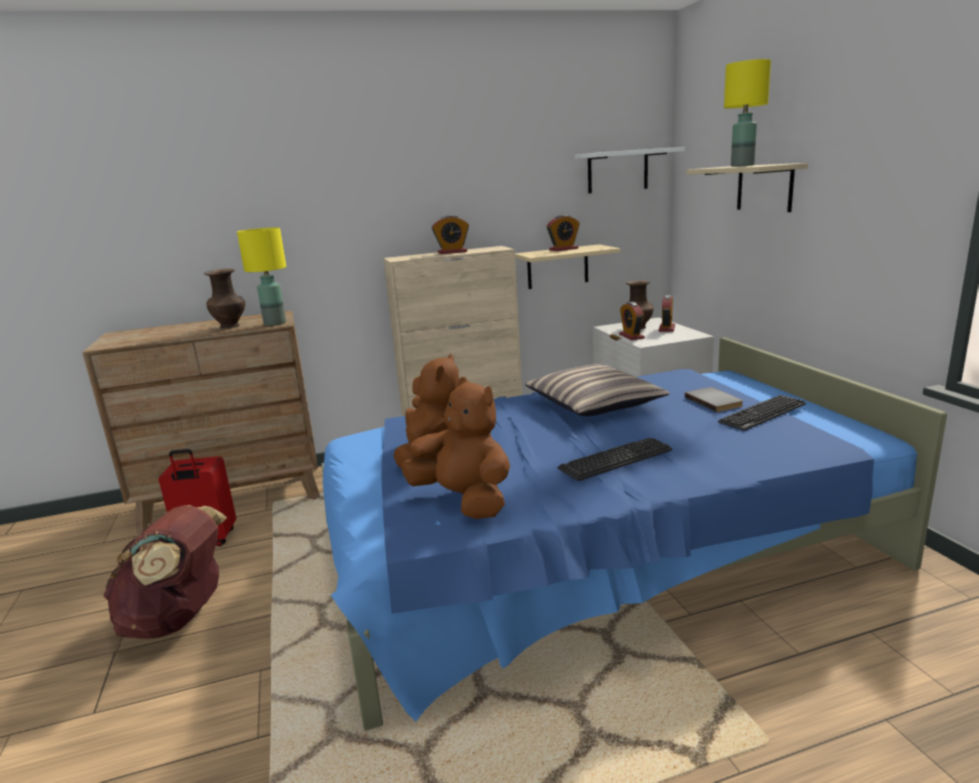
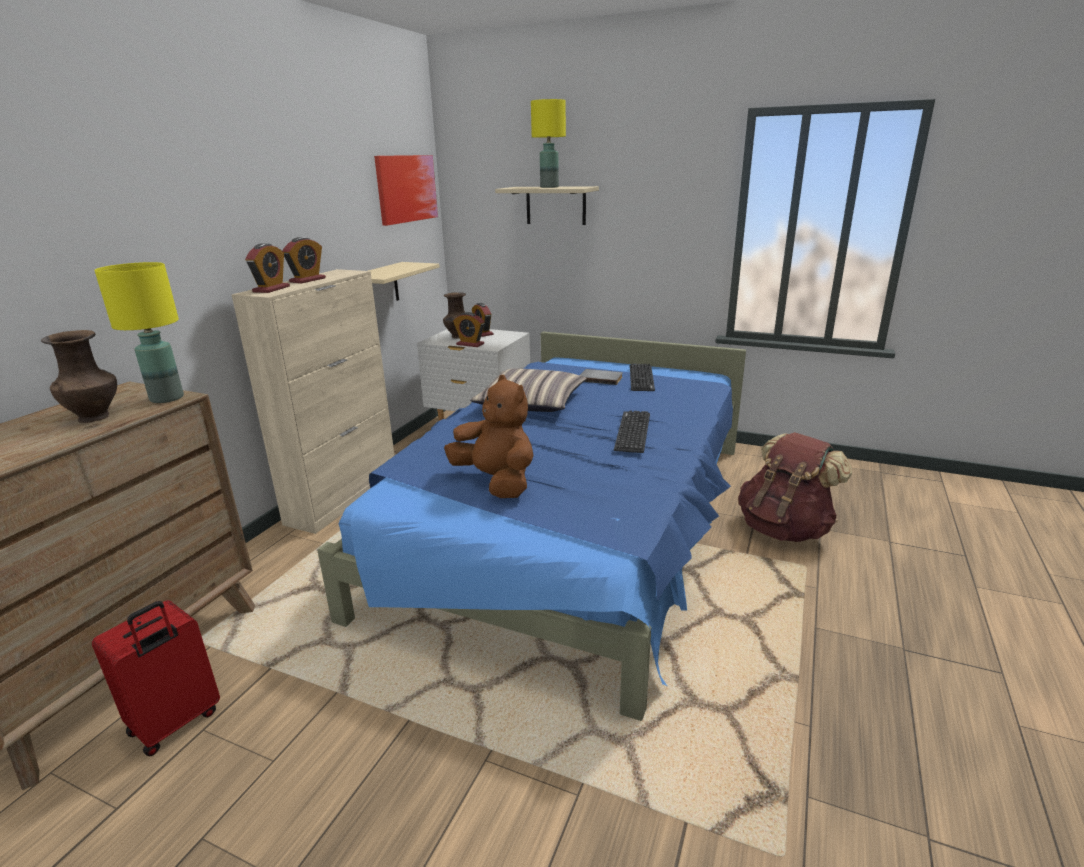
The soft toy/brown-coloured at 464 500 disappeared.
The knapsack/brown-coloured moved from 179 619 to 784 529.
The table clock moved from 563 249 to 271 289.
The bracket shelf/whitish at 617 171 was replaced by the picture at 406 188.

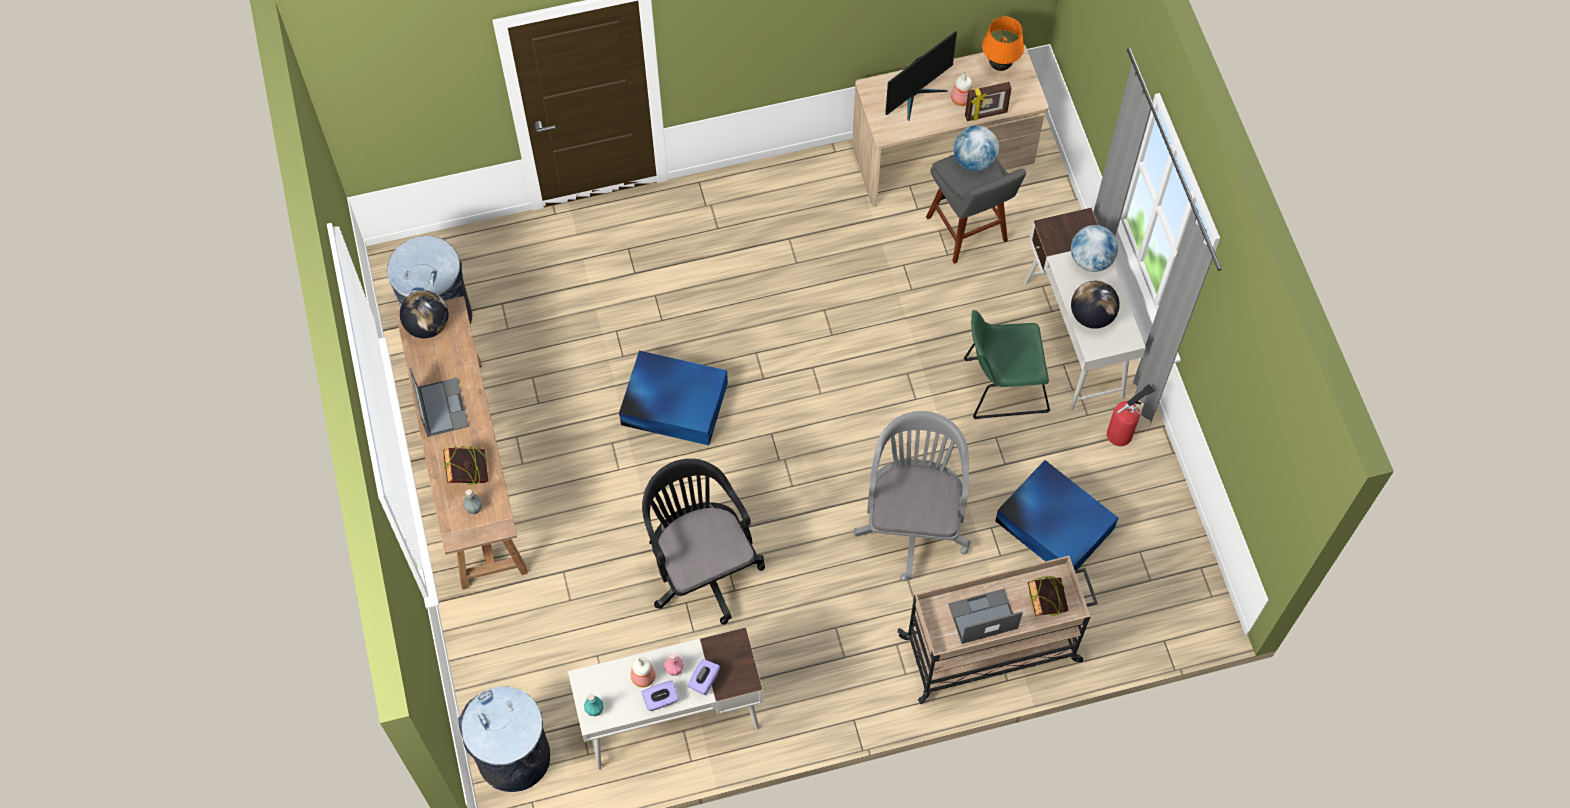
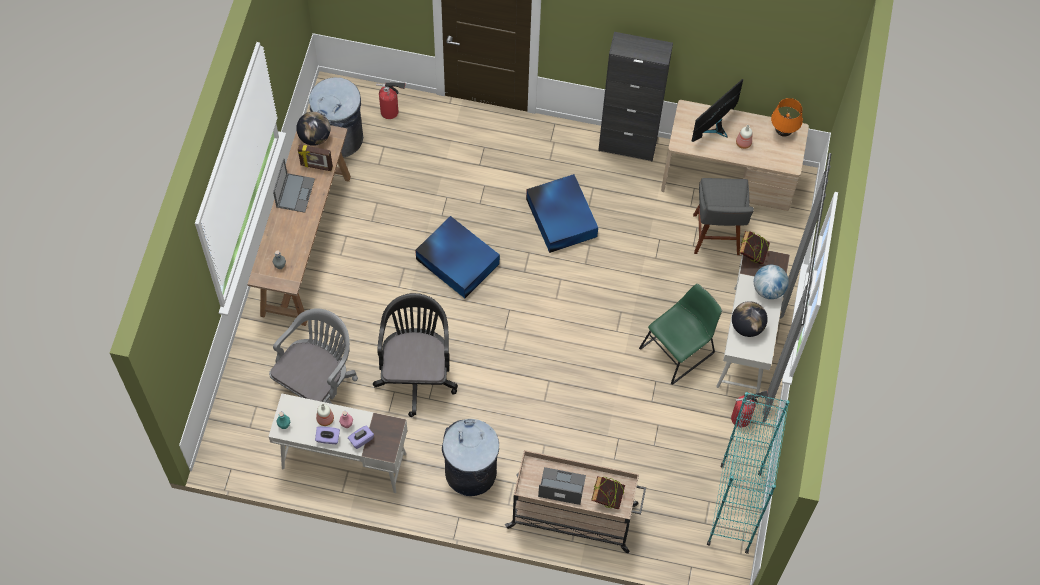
The desk globe at 974 160 disappeared.
The fire extinguisher at 391 112 appeared.
The cabinet/black at 627 145 appeared.
The bookshelf/turquoise at 734 507 appeared.
The book moved from 469 475 to 752 254.
The waste bin/gray moved from 514 757 to 470 472.
The office chair/gray moved from 913 520 to 317 386.
The photo frame moved from 986 115 to 316 166.
The storage box/blue moved from 1053 523 to 561 217.
The computer screen at 917 95 turned 150 degrees clockwise.
The chair/greenish at 1001 386 turned 120 degrees clockwise.

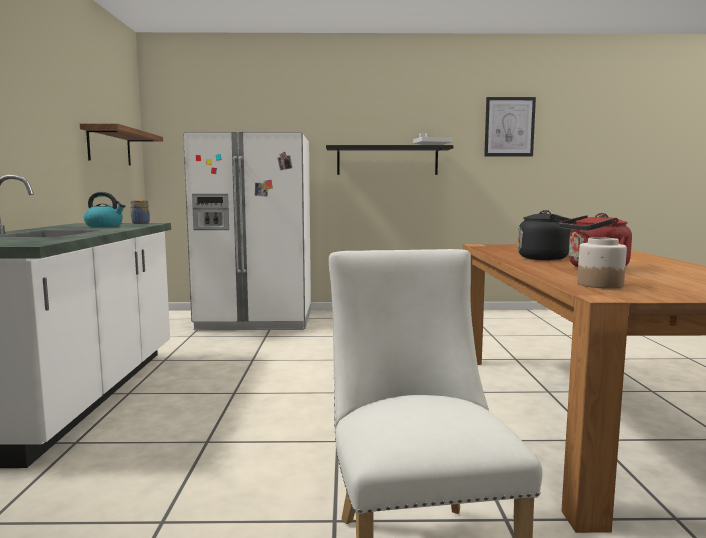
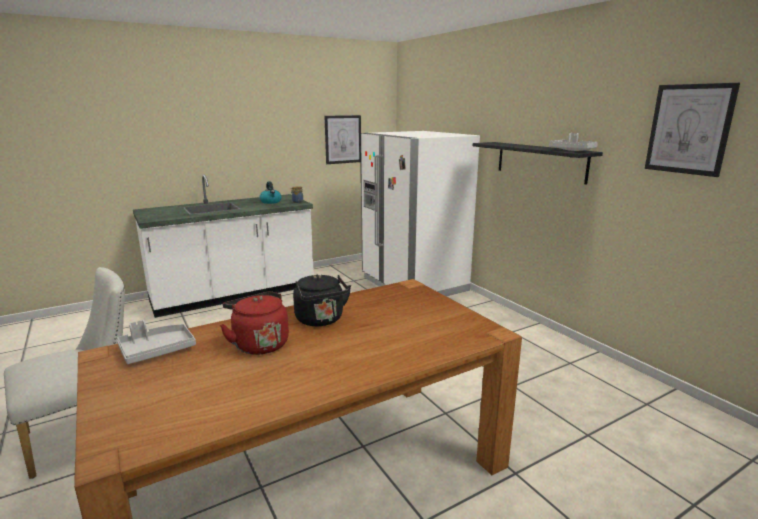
The bracket shelf at 109 147 was replaced by the picture at 343 139.
The storage jar at 599 284 was replaced by the serving tray/gray at 157 350.

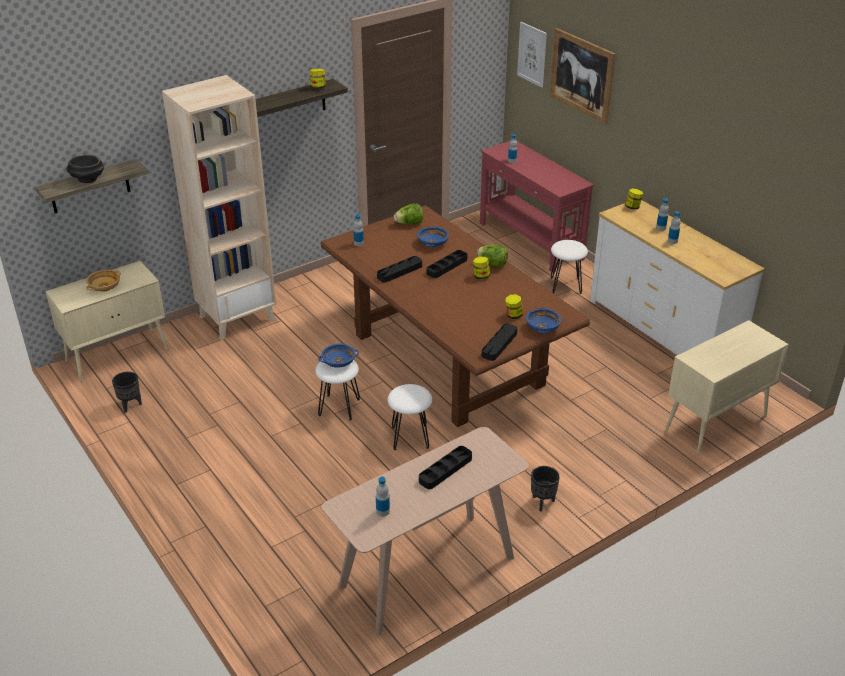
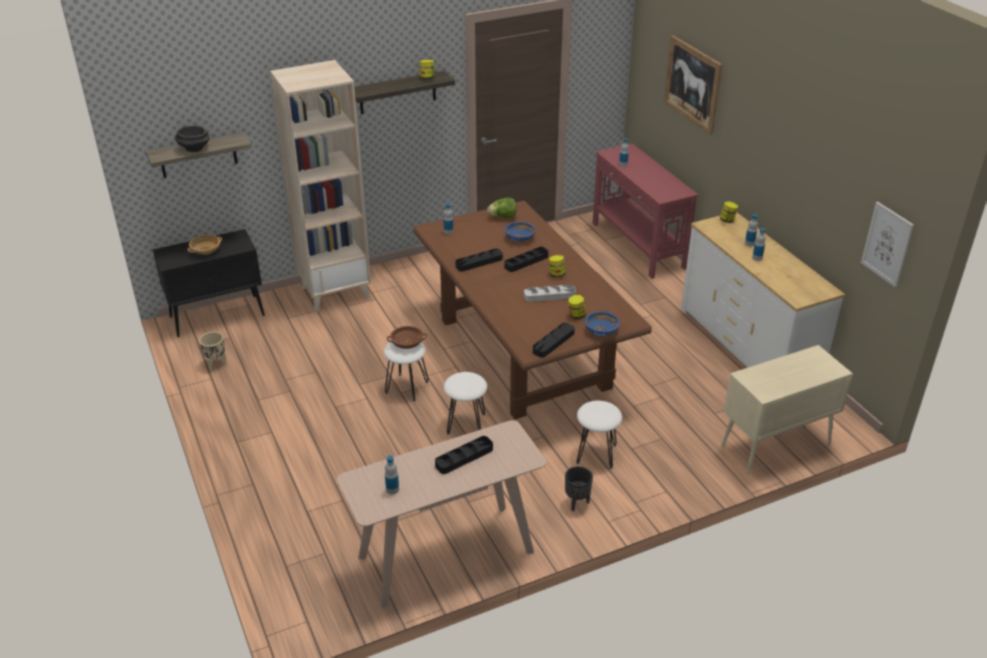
The head of lettuce at 492 264 disappeared.
The serving tray/gray at 549 296 appeared.
The picture moved from 532 54 to 887 244.
The sitting stool/whitish moved from 566 285 to 596 454.
The cabinet/beige-coloured at 118 355 became the cabinet/black at 218 316.
The plant pot/black at 131 405 became the plant pot/beige-coloured at 216 364.
The deep dish/blue at 338 362 became the deep dish/brown-coloured at 407 344.

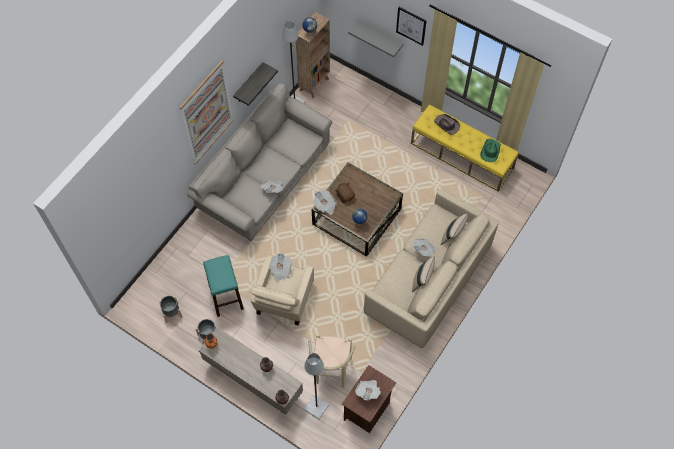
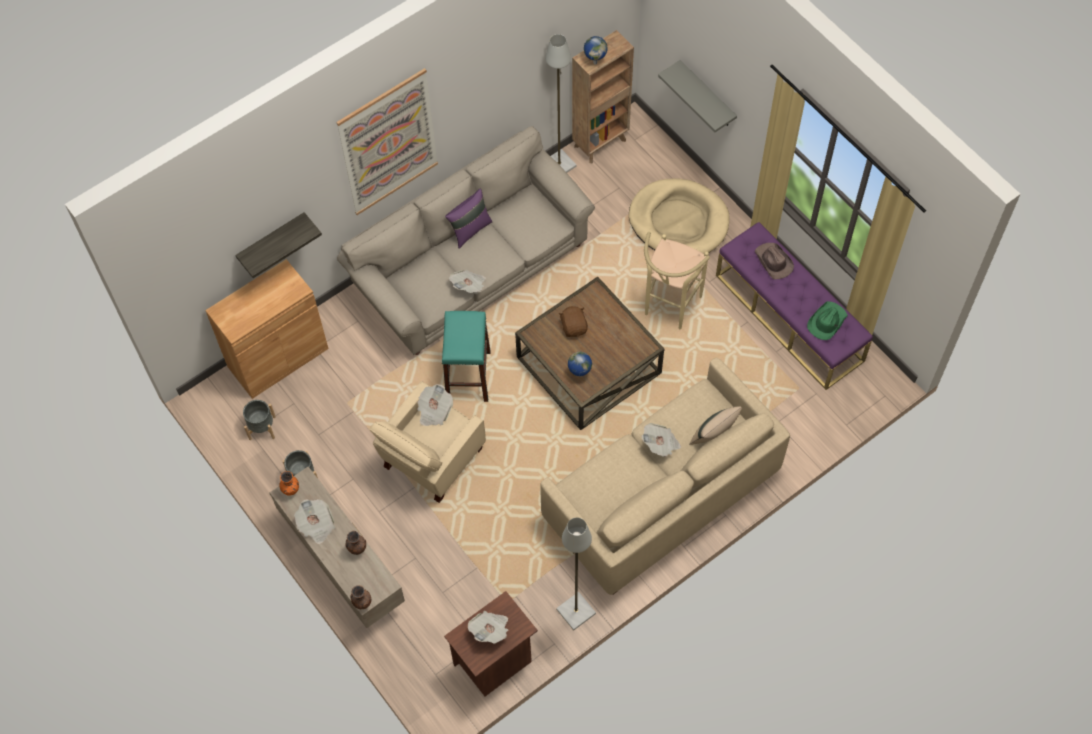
The picture at 411 25 disappeared.
The throw pillow/beige-coloured at 422 280 disappeared.
The cabinet/brown-coloured at 278 357 appeared.
The throw pillow/purplish at 470 230 appeared.
The dog bed/beige-coloured at 678 221 appeared.
The sitting stool/turquoise moved from 226 296 to 468 375.
The bracket shelf moved from 248 83 to 272 241.
The standard lamp/gray moved from 317 407 to 576 612.
The sitting stool/beige-coloured moved from 331 375 to 669 309.
The daily paper moved from 325 205 to 316 525.
The bench/yellow at 462 156 became the bench/purplish at 789 318.

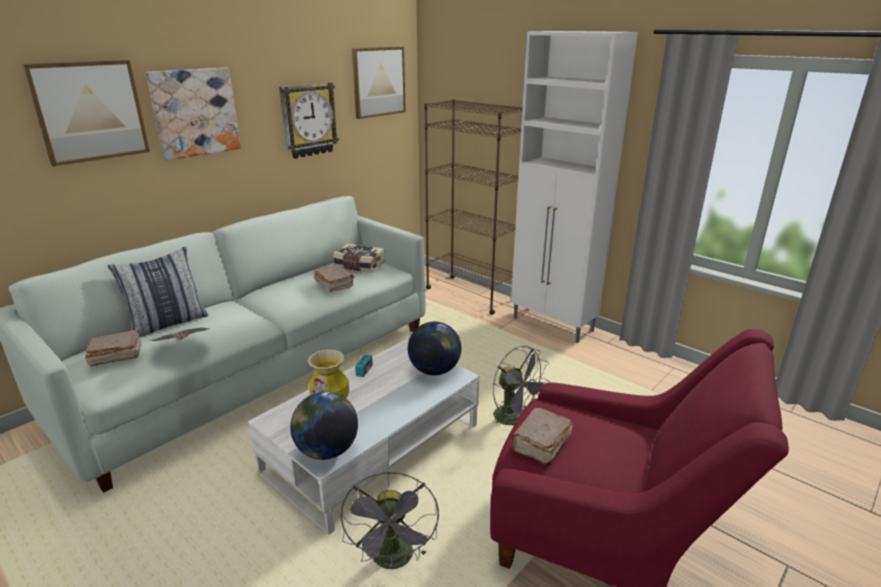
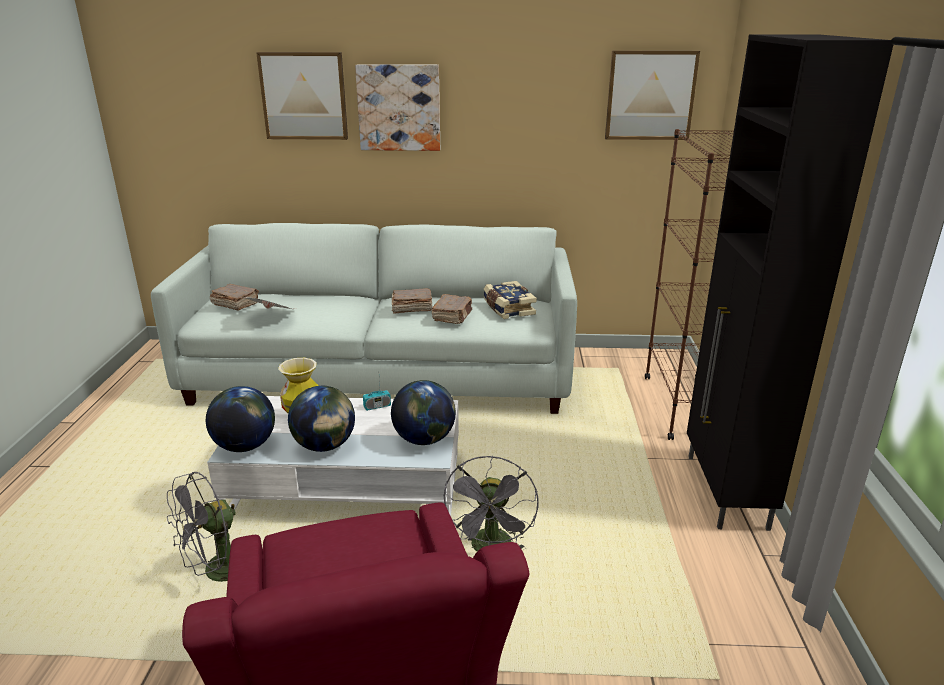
The throw pillow at 168 323 disappeared.
The clock on the wall at 308 120 disappeared.
The desk globe at 325 446 appeared.
The book/brown-coloured moved from 540 444 to 411 308.
The cabinet/whitish at 553 325 became the cabinet/black at 725 492.

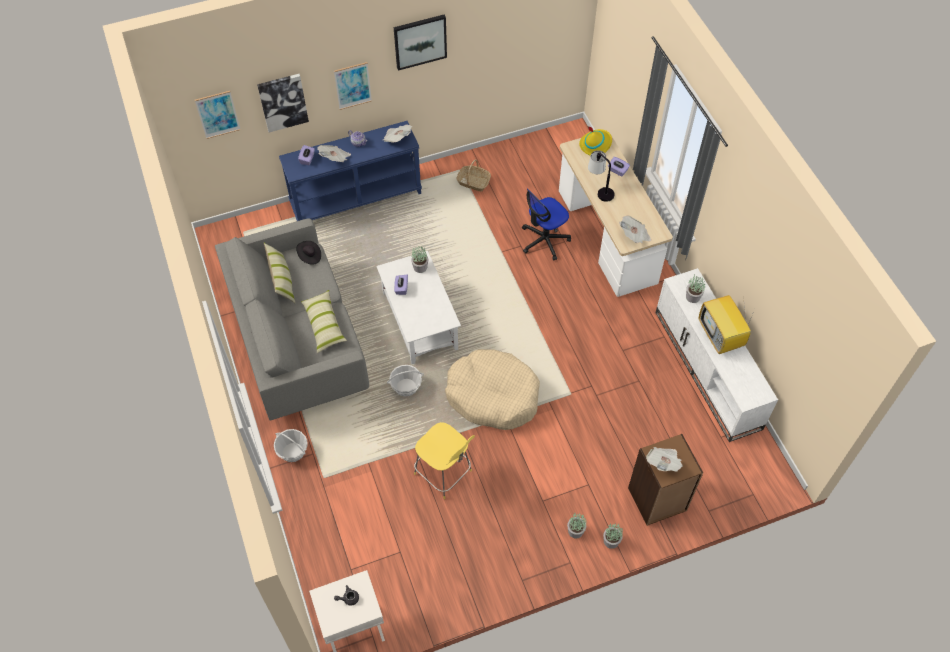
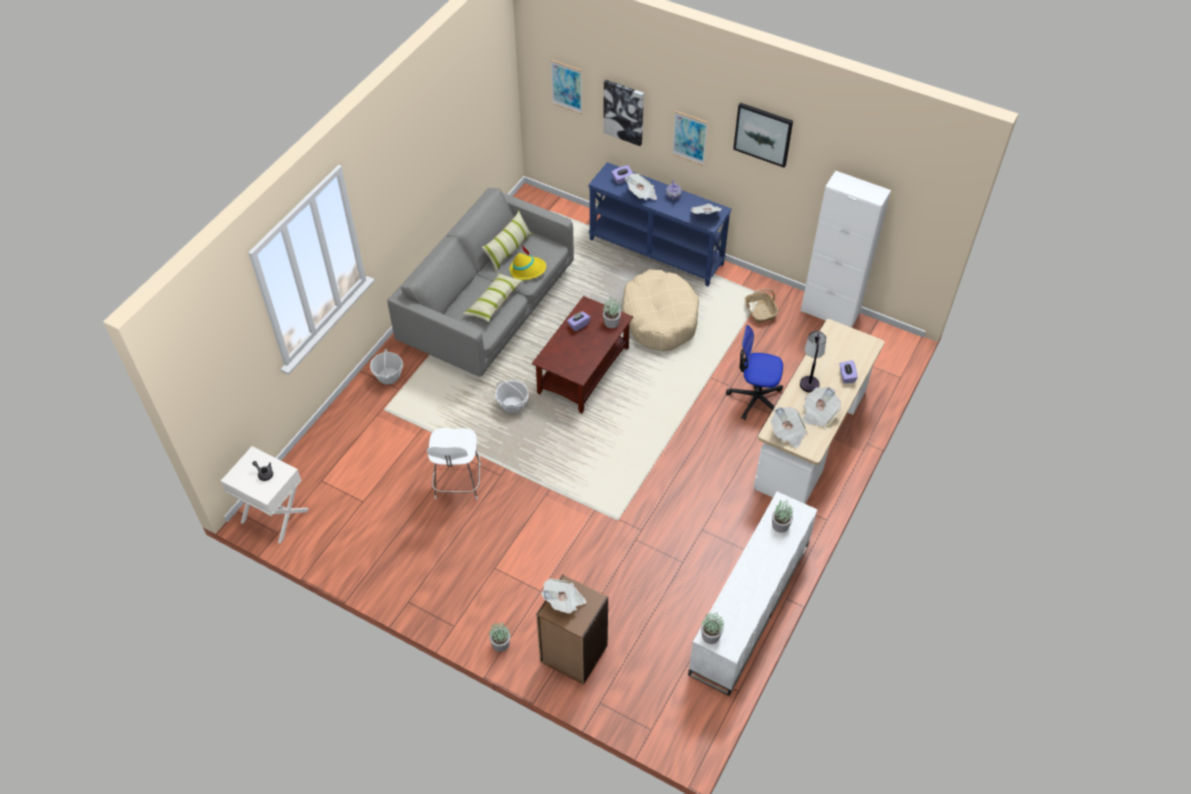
The hat/black at 309 256 disappeared.
The TV at 721 337 disappeared.
The cabinet/whitish at 829 313 appeared.
The daily paper at 818 413 appeared.
The dog bed/beige-coloured moved from 492 395 to 659 318.
The potted plant moved from 575 531 to 710 636.
The hat/yellow moved from 595 144 to 527 270.
The coffee table/whitish at 419 320 became the coffee table/brown-coloured at 583 370.
The sitting stool/yellow at 444 474 became the sitting stool/whitish at 457 483.

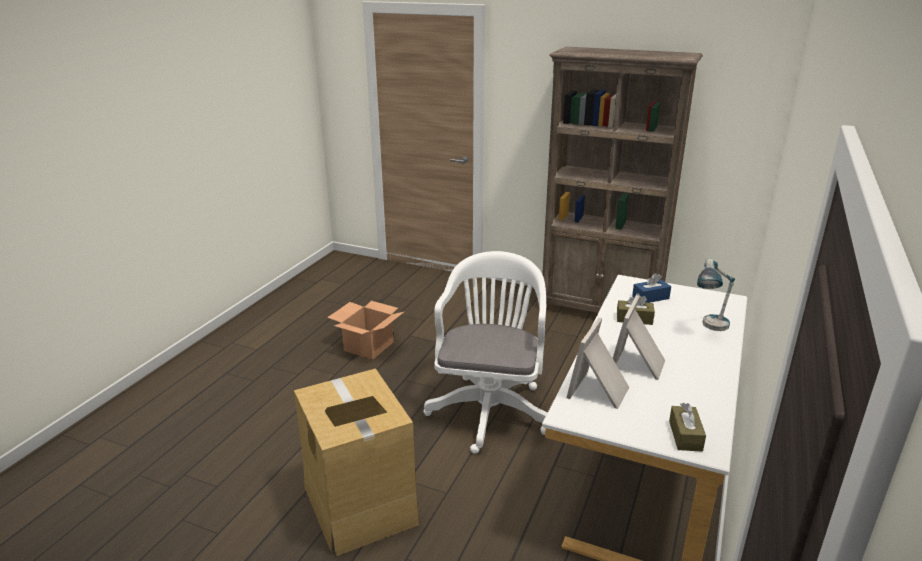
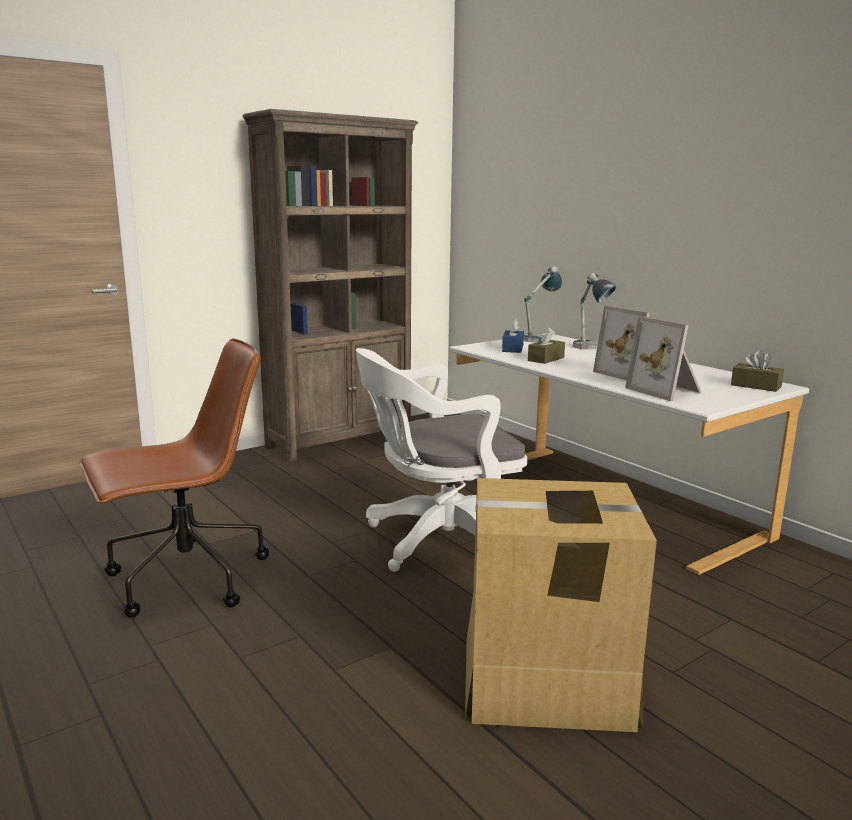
The lamp for a table at 539 338 appeared.
The cardboard box at 368 347 was replaced by the office chair/brown-coloured at 185 579.
The office chair/whitish at 490 408 turned 60 degrees counterclockwise.

